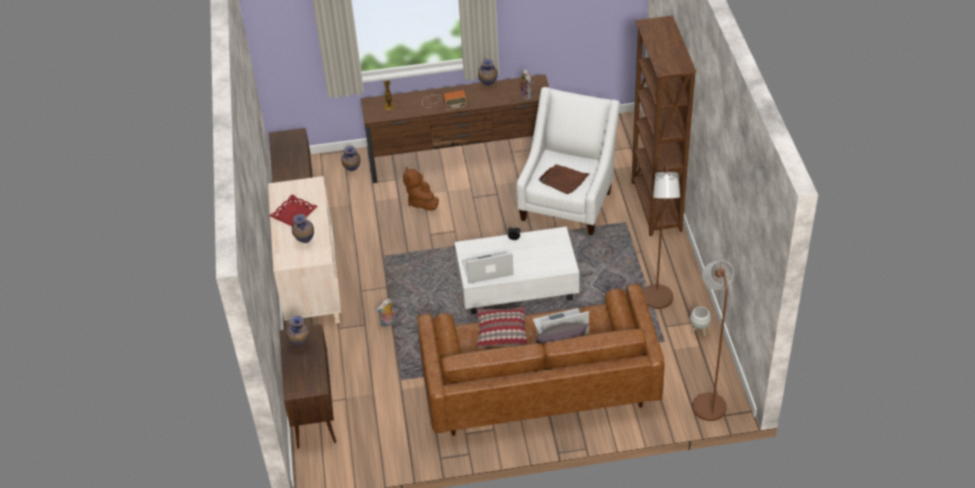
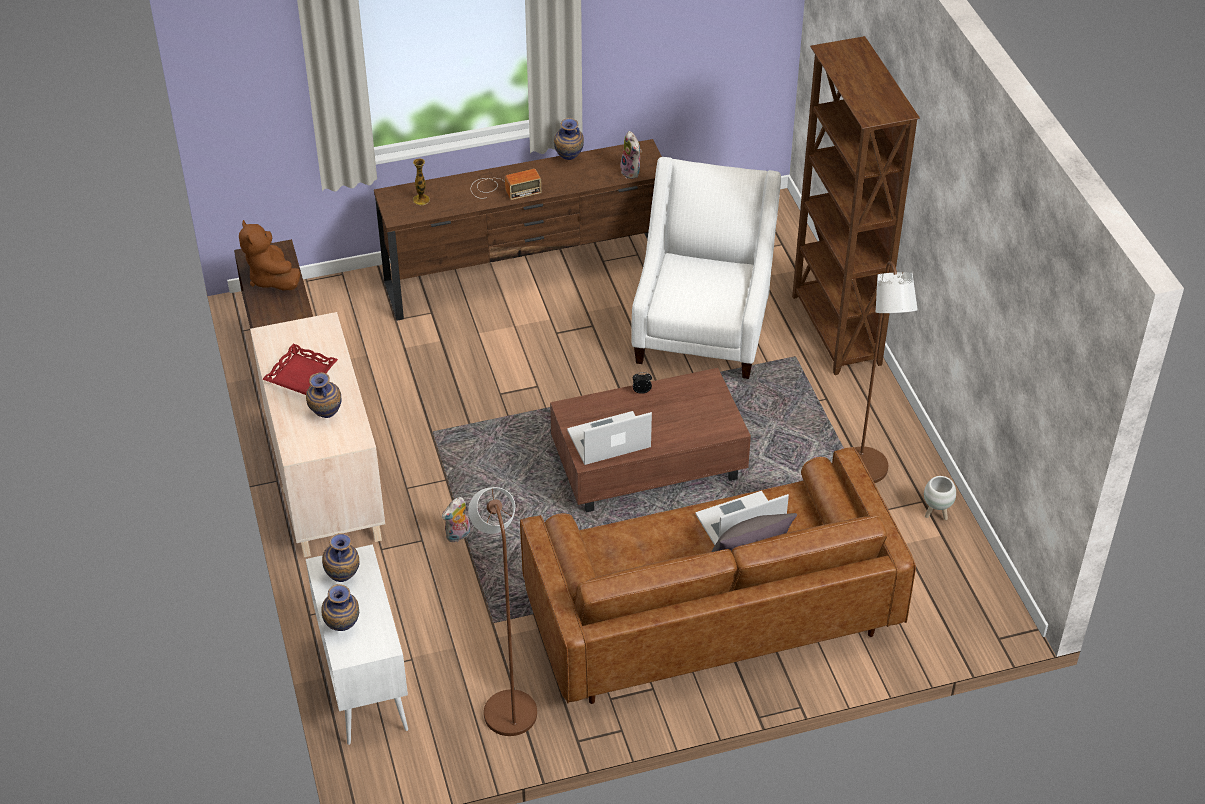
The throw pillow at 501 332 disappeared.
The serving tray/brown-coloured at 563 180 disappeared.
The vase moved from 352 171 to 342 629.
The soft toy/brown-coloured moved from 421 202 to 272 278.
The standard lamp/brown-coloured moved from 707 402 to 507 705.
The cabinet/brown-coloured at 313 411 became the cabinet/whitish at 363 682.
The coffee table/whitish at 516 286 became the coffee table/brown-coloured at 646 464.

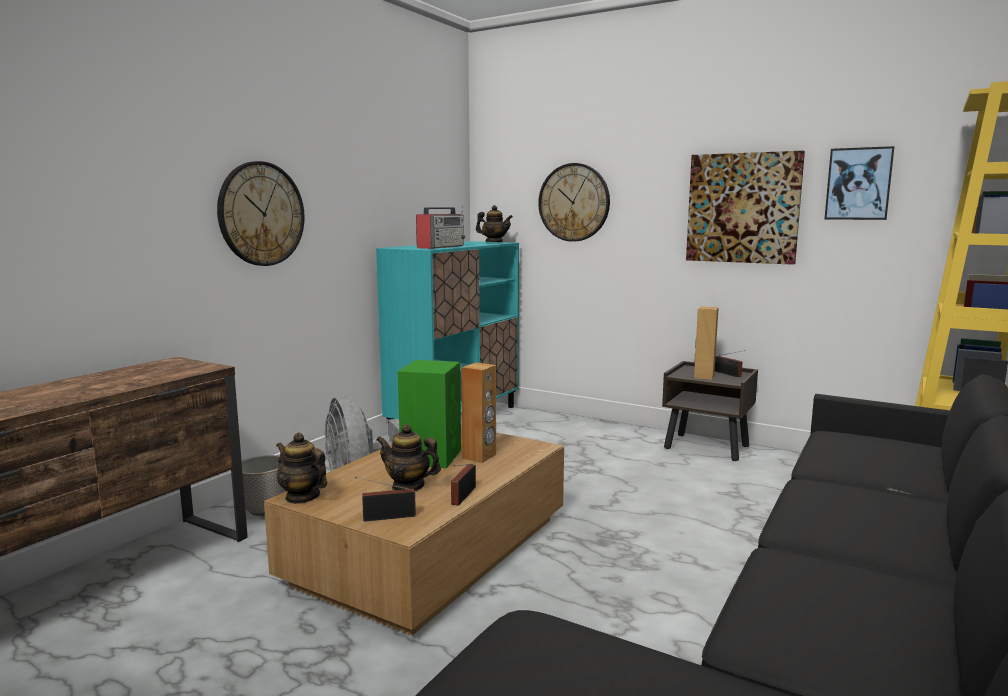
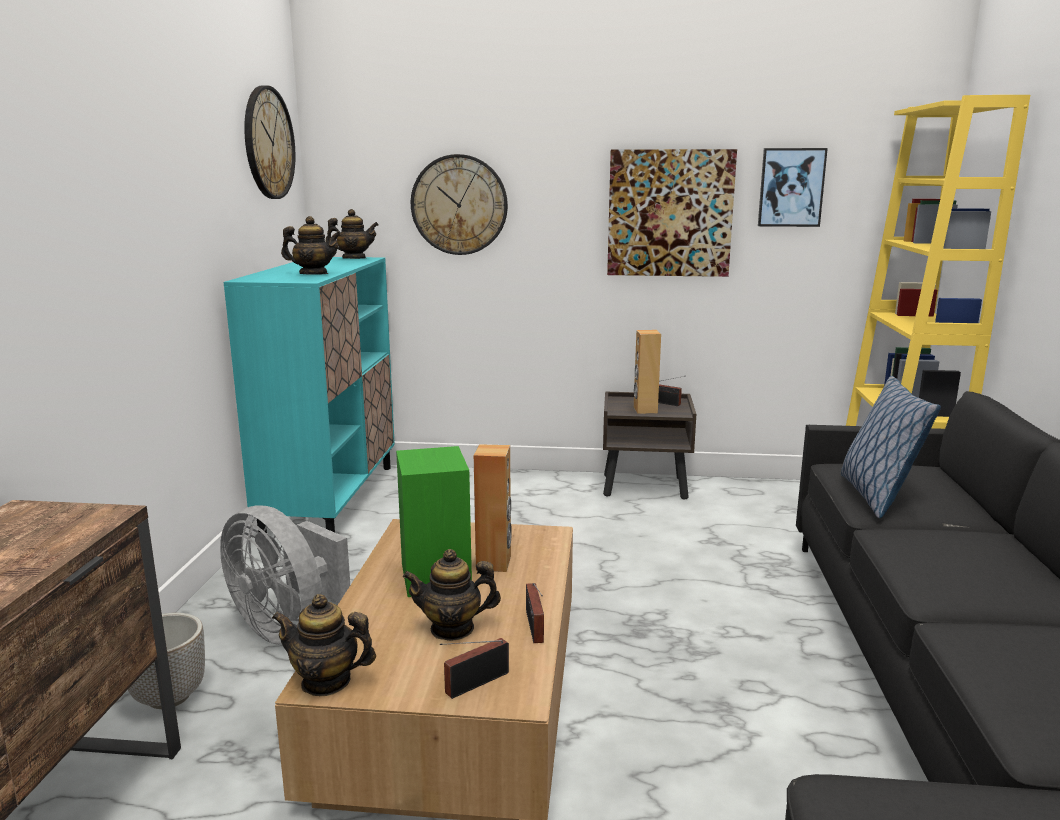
The throw pillow at 876 496 appeared.
The clock on the wall moved from 261 214 to 268 143.
The radio at 441 247 was replaced by the teapot at 313 274.

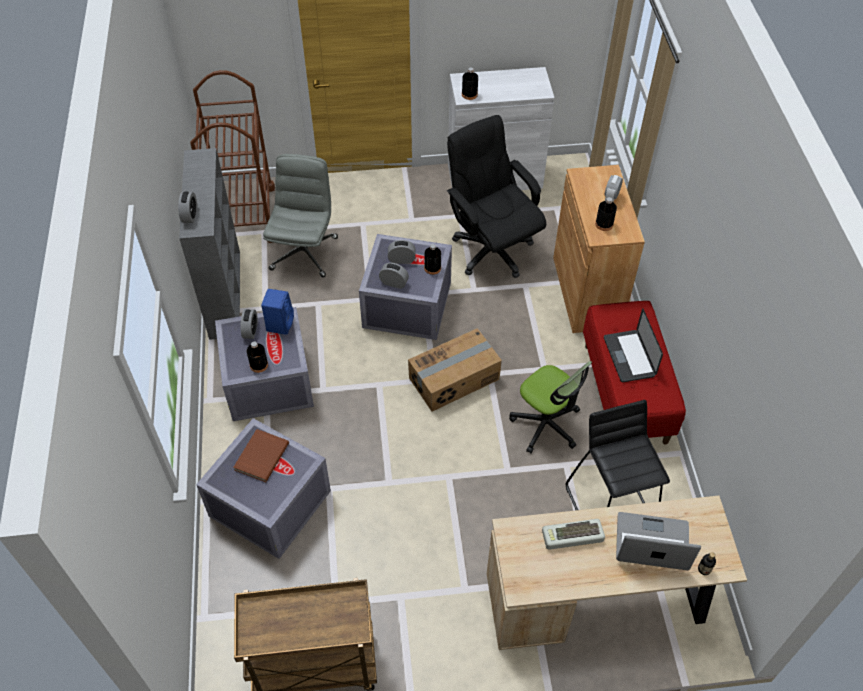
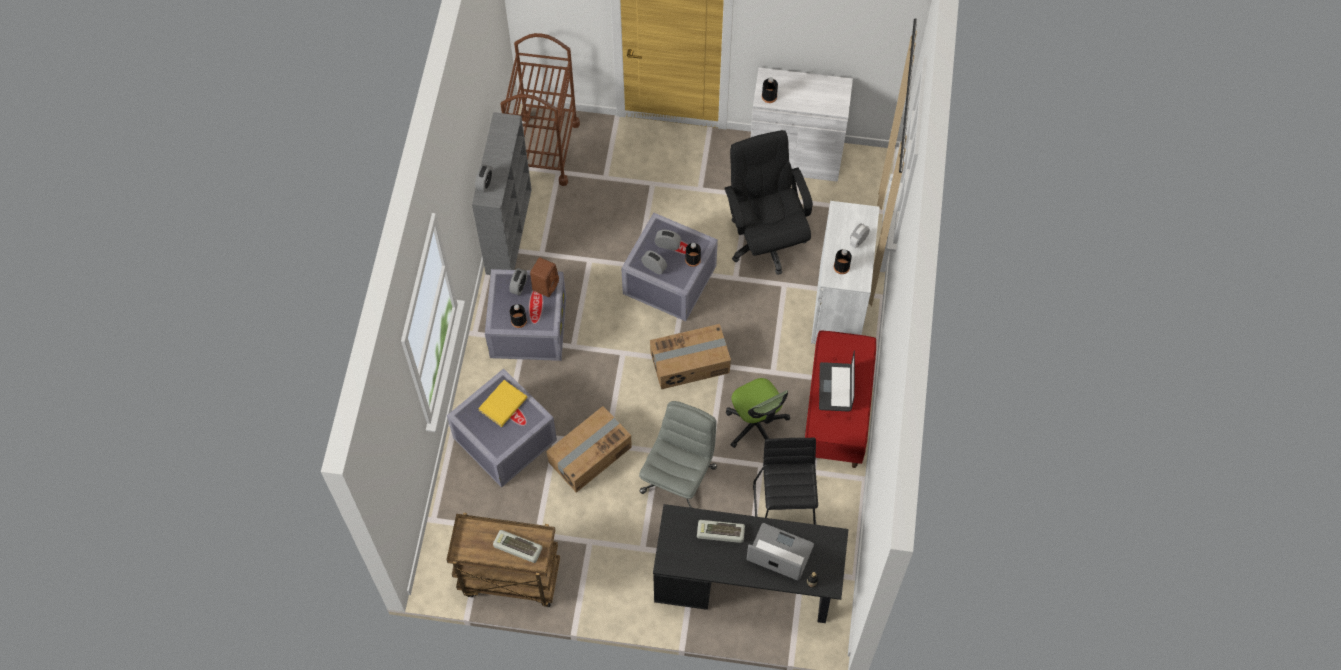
The keyboard at 517 548 appeared.
The cardboard box at 589 454 appeared.
The office chair/gray moved from 304 252 to 678 478.
The book/brown-coloured at 260 456 became the book/yellow at 502 403.
The audio speaker/blue at 280 323 became the audio speaker/brown-coloured at 545 285.
The desk/beige-coloured at 599 600 became the desk/black at 747 584.
The cabinet/brown-coloured at 586 292 became the cabinet/whitish at 839 304.

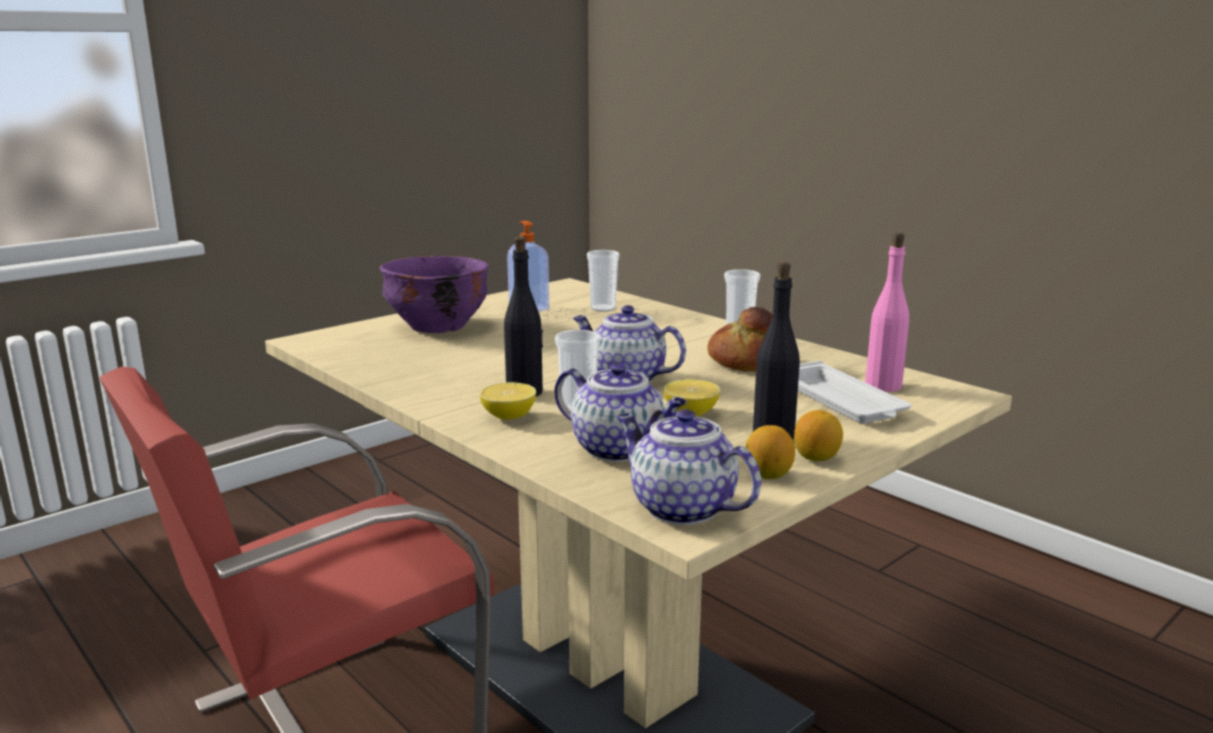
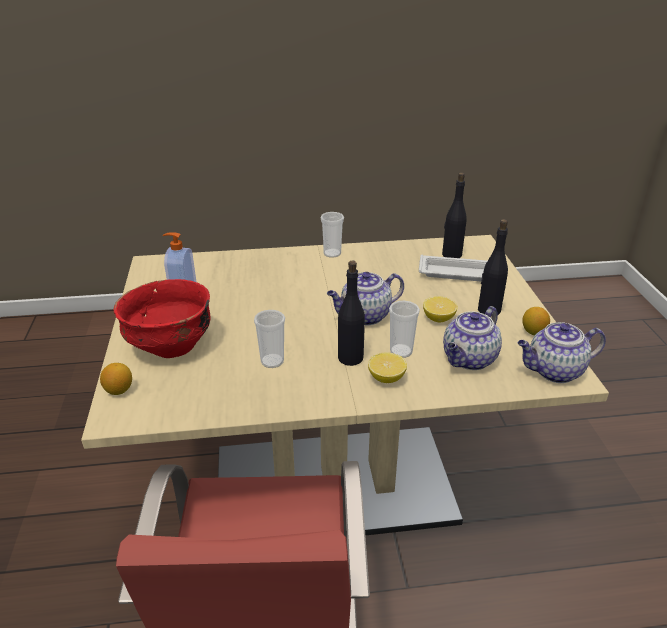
The bread at 744 362 disappeared.
The small cup moved from 603 309 to 272 361.
The whole lemon moved from 816 458 to 119 390.
The deep dish/purplish at 436 327 became the deep dish/reddish at 170 346.
The beverage bottle/pink at 883 385 became the beverage bottle/black at 451 254.
The teapot at 620 449 turned 150 degrees clockwise.

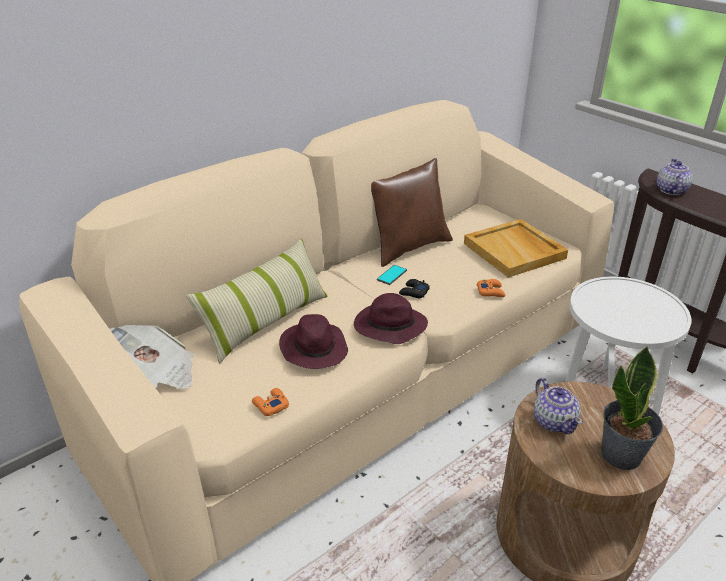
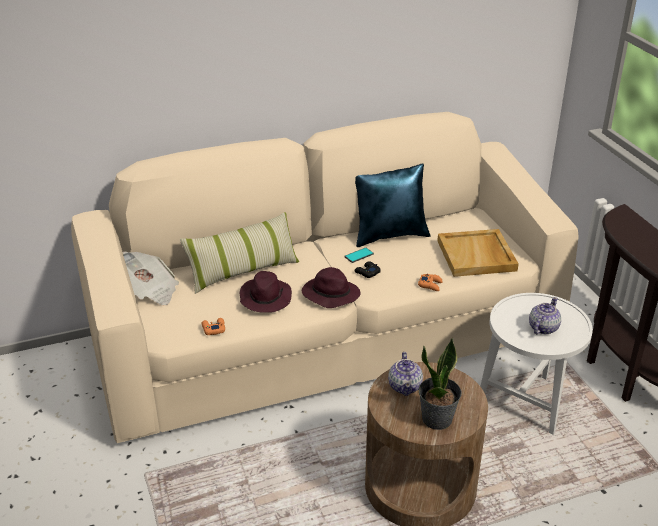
The teapot moved from 670 190 to 542 328.
The throw pillow/brown-coloured at 409 247 became the throw pillow/blue at 390 235.

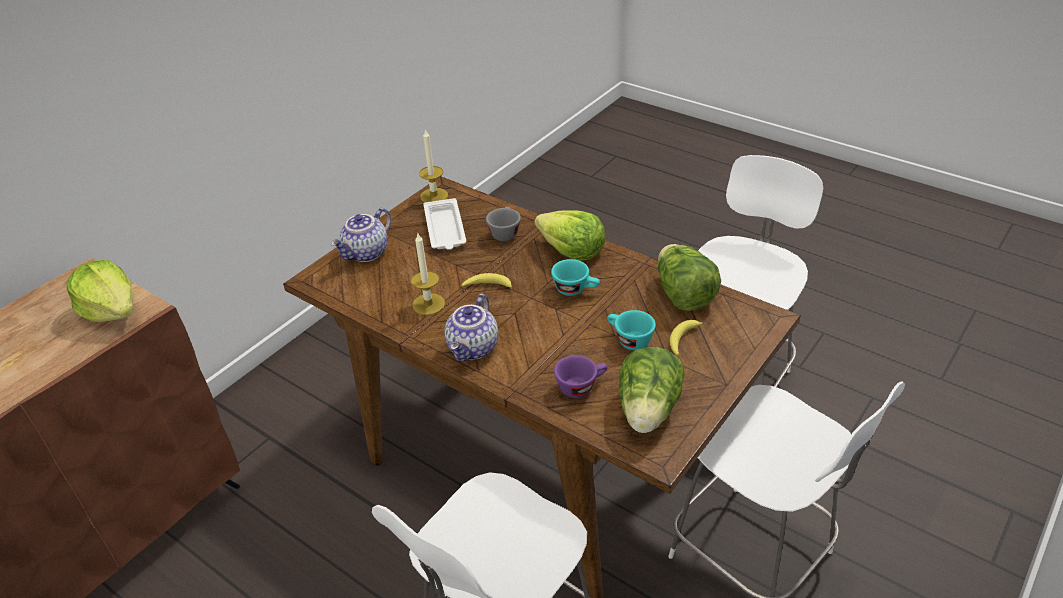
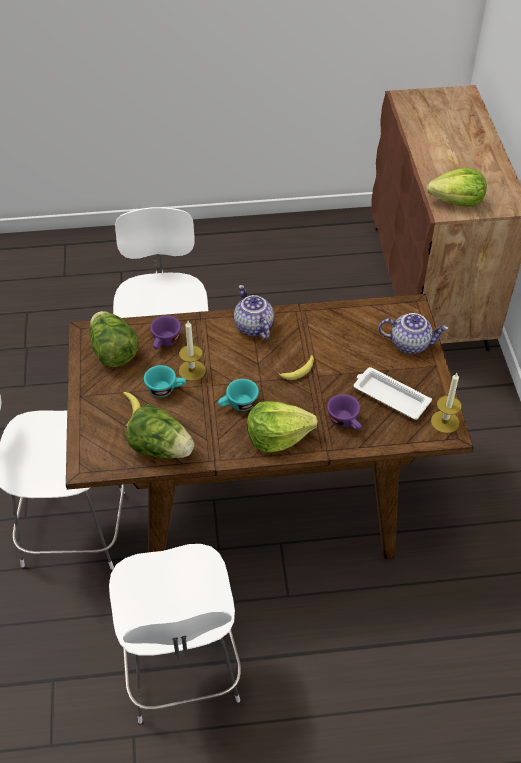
The candle moved from 428 304 to 192 370.
The small cup/gray at 504 232 became the small cup/purplish at 345 422.
The teapot at 367 253 turned 105 degrees clockwise.

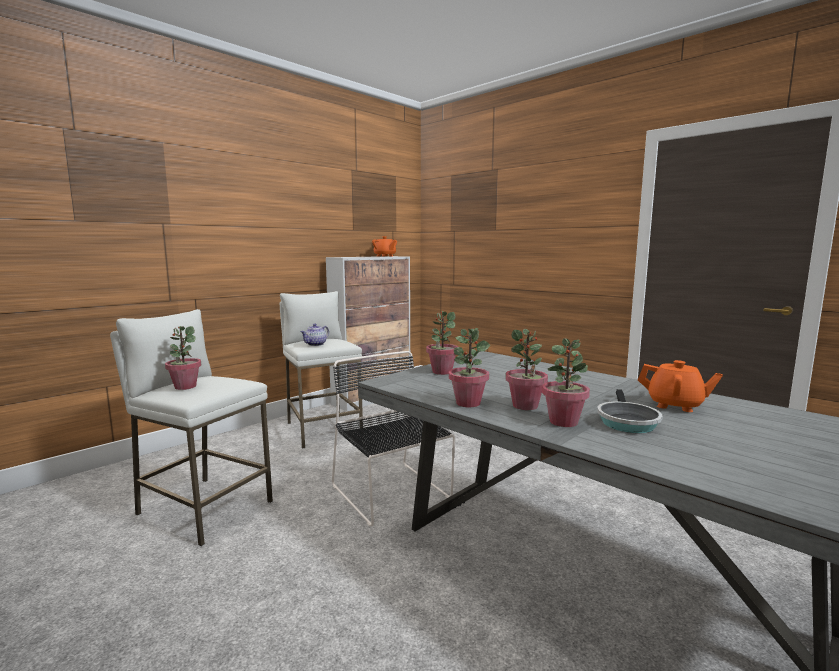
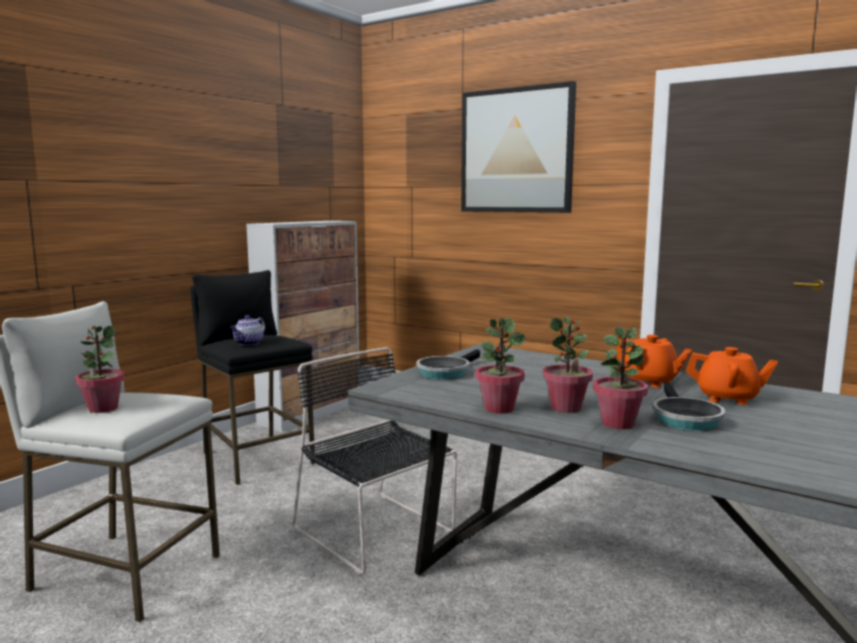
The picture at 516 151 appeared.
The teapot/orange moved from 384 256 to 650 381.
The potted plant at 441 372 was replaced by the frying pan at 445 372.
The sitting stool/whitish at 323 429 became the sitting stool/black at 256 458.

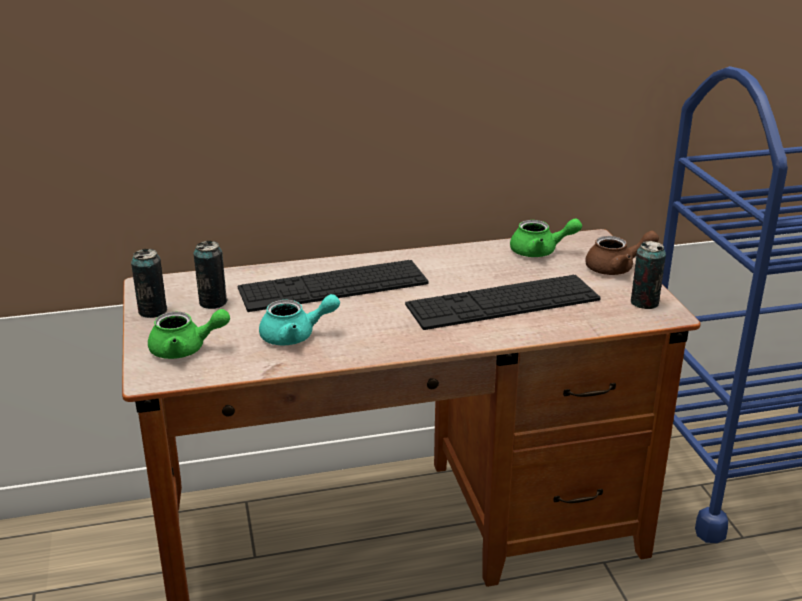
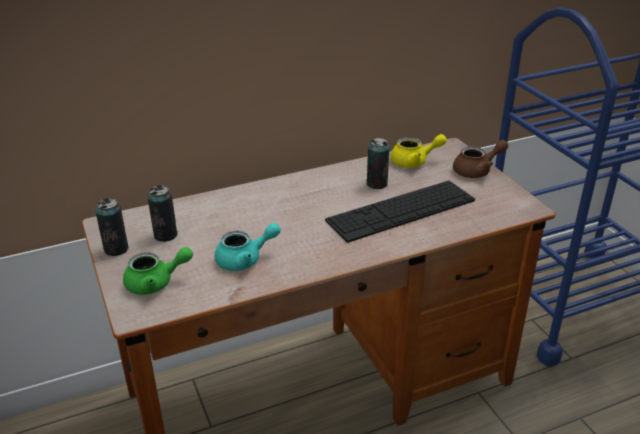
The keyboard at 333 286 disappeared.
The sealed can moved from 644 303 to 377 184.
The teapot/greenish at 540 251 became the teapot/yellow at 414 162.

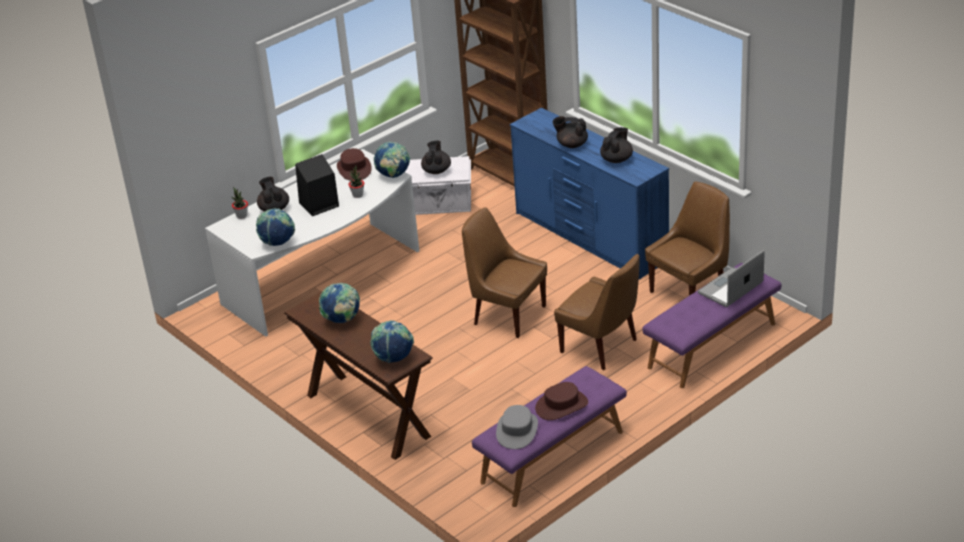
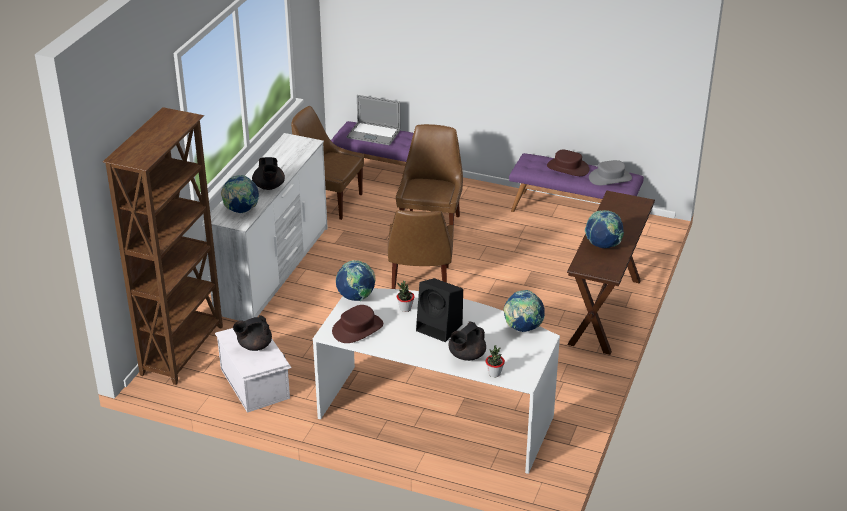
The teapot/black at 617 159 disappeared.
The desk globe moved from 394 358 to 241 211.
The drawer chest/blue at 590 237 became the drawer chest/whitish at 274 270.

